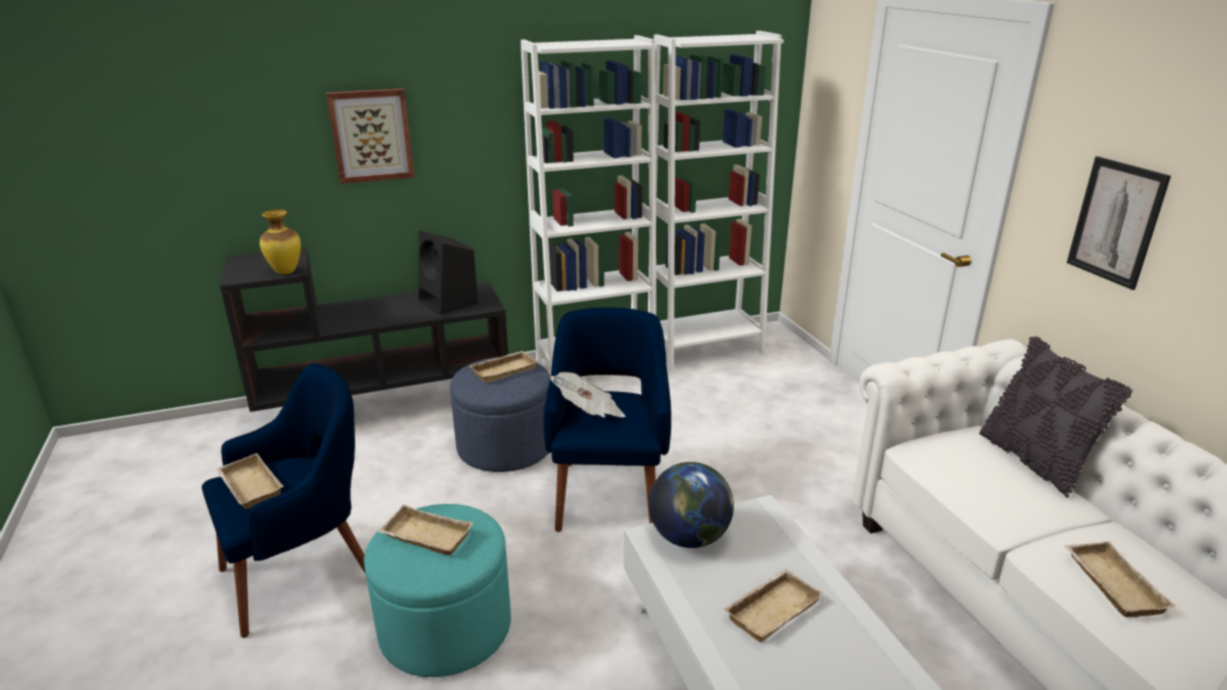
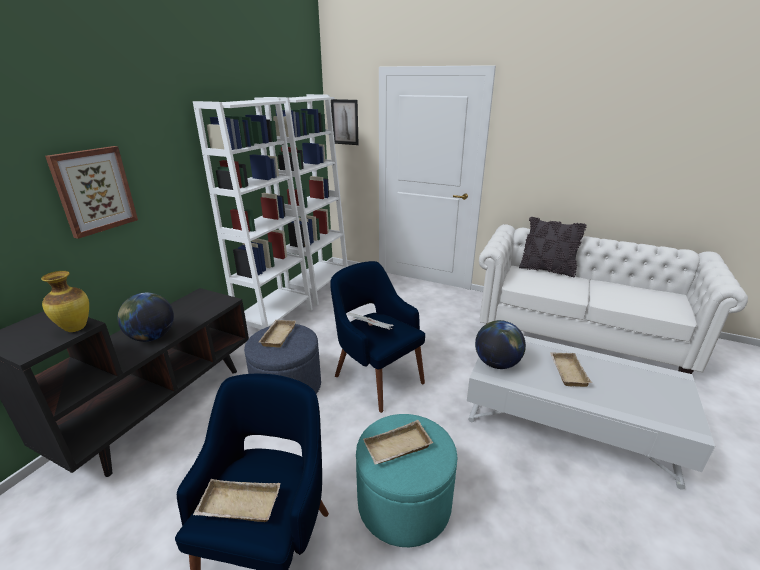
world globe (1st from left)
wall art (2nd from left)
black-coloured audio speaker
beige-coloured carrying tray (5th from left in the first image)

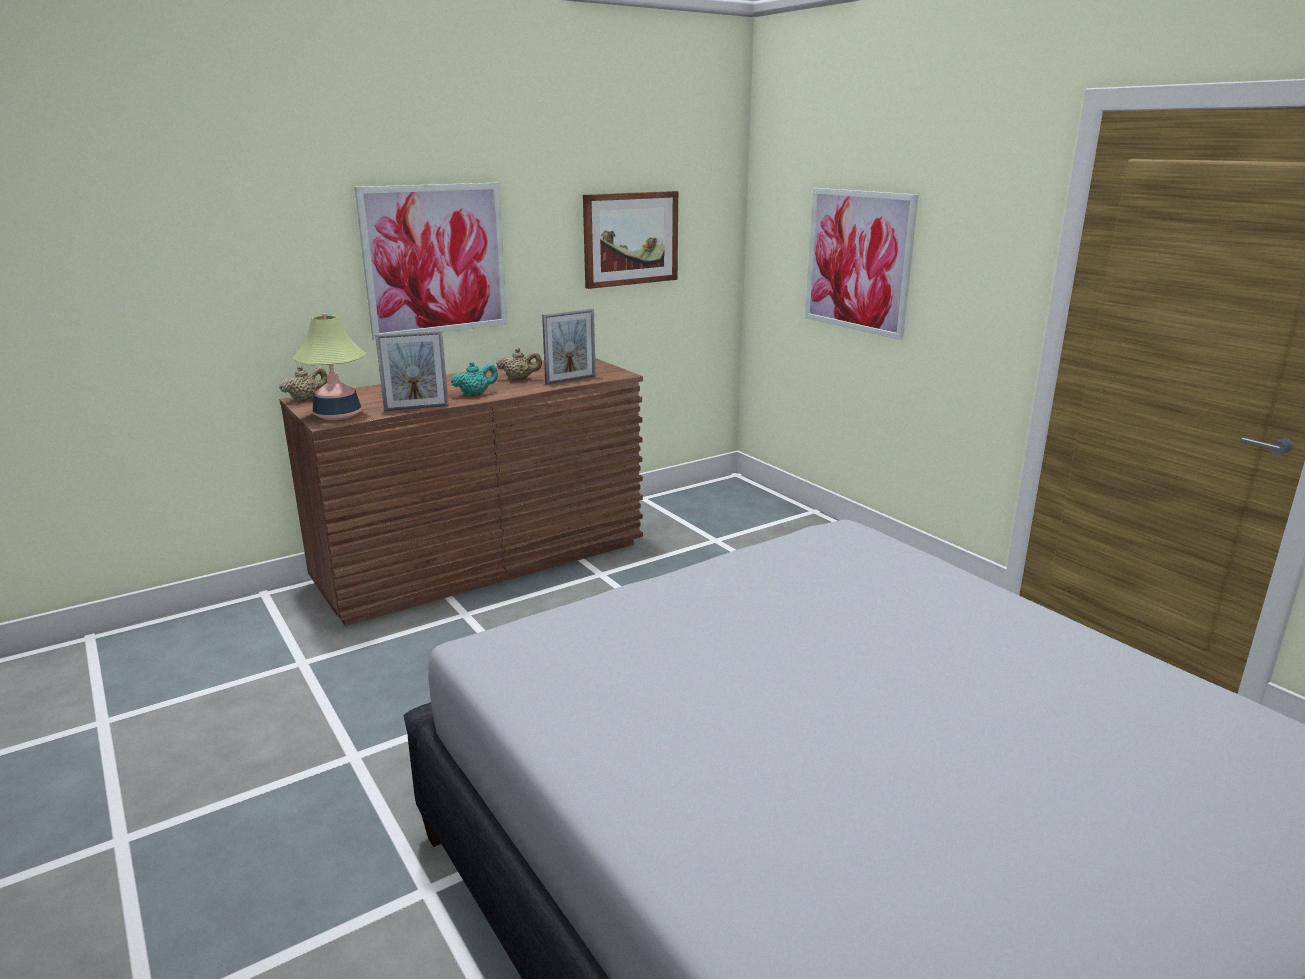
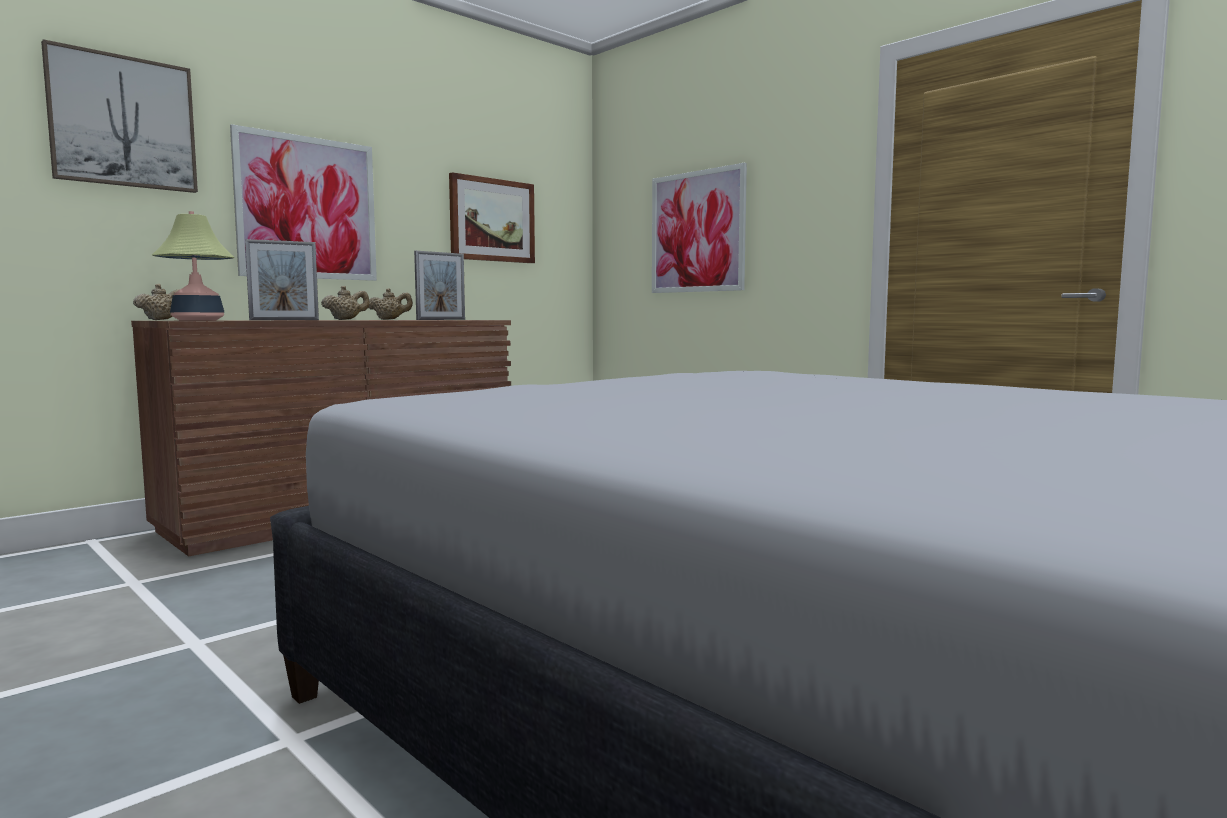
wall art (1st from left)
beige-coloured tea pot (2nd from left)

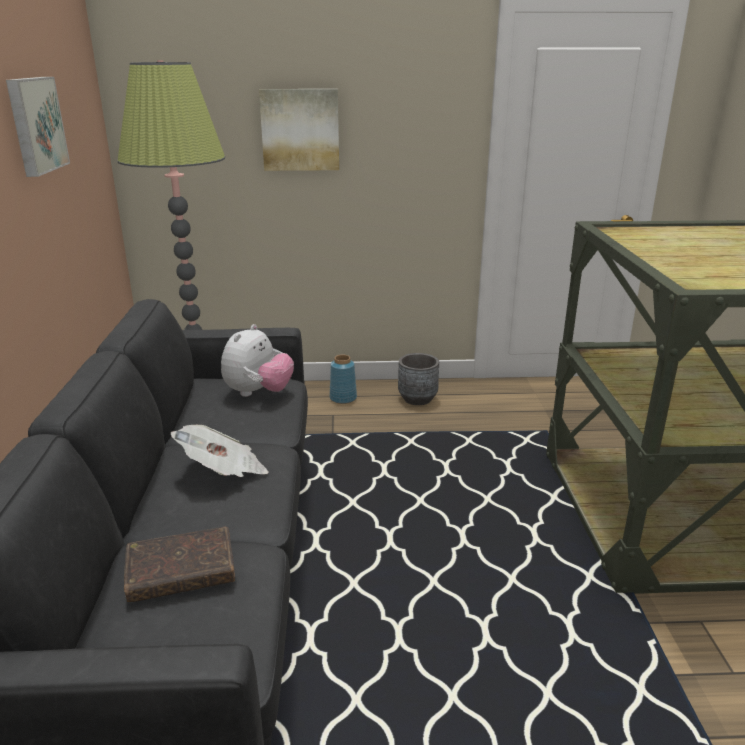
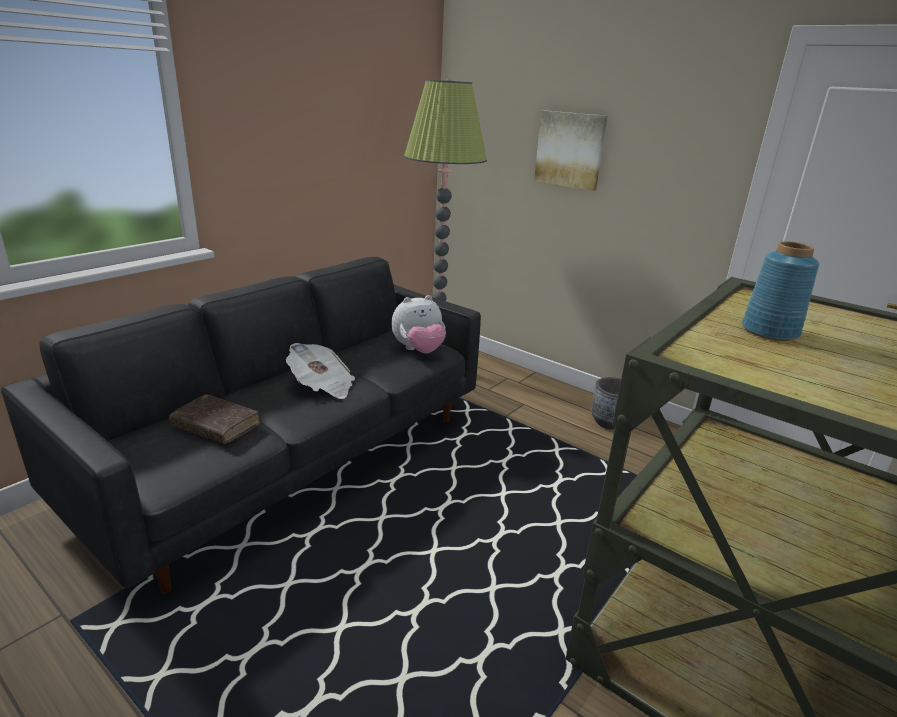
bluish decorative vase
wall art (1st from left in the first image)

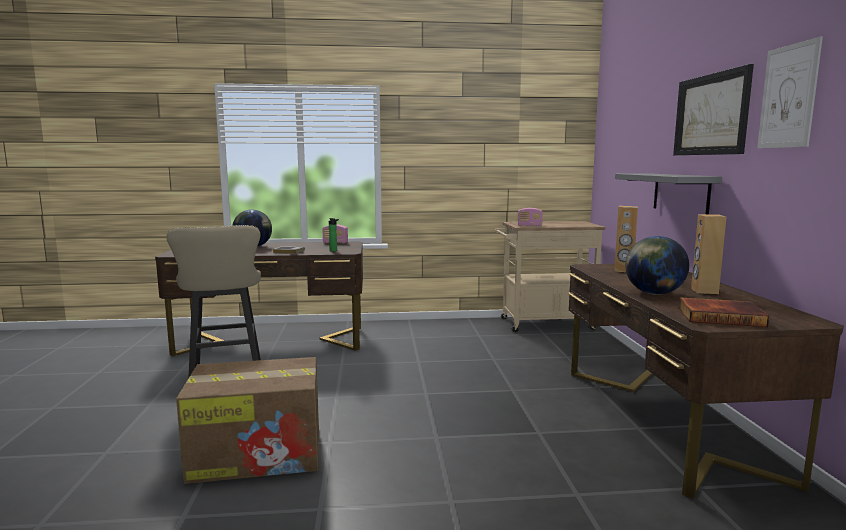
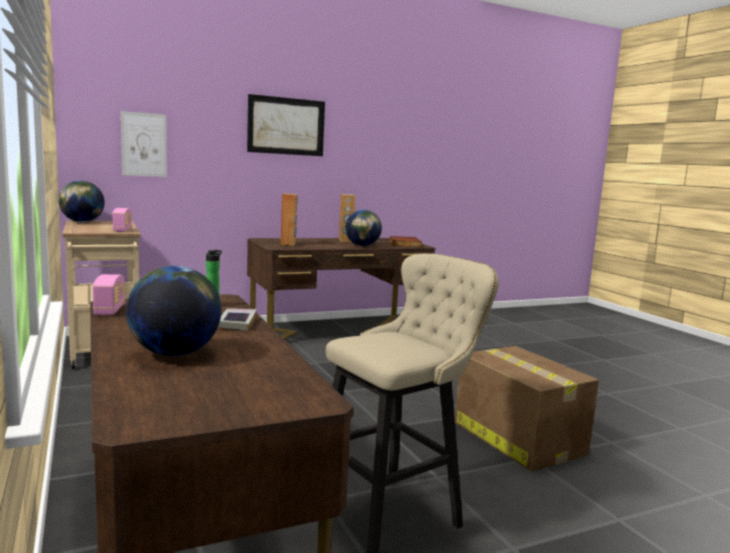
world globe (1st from left)
wall art (1st from left)
grey wall shelf

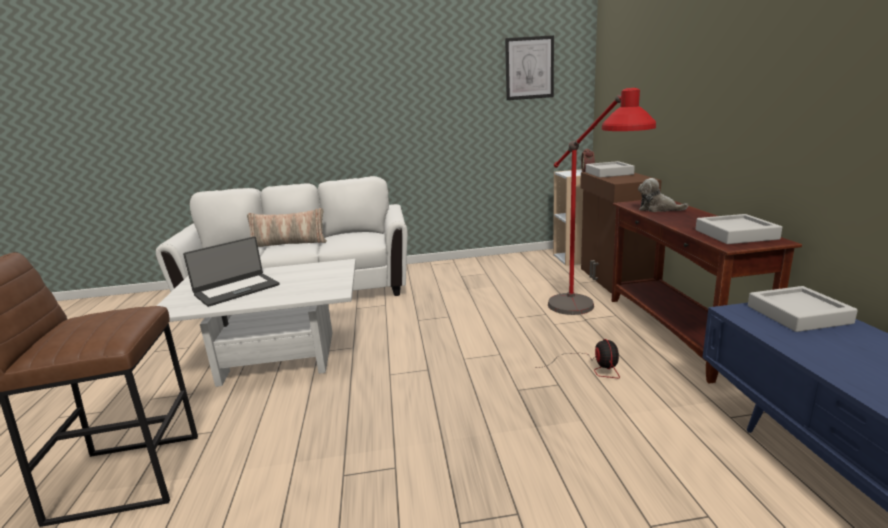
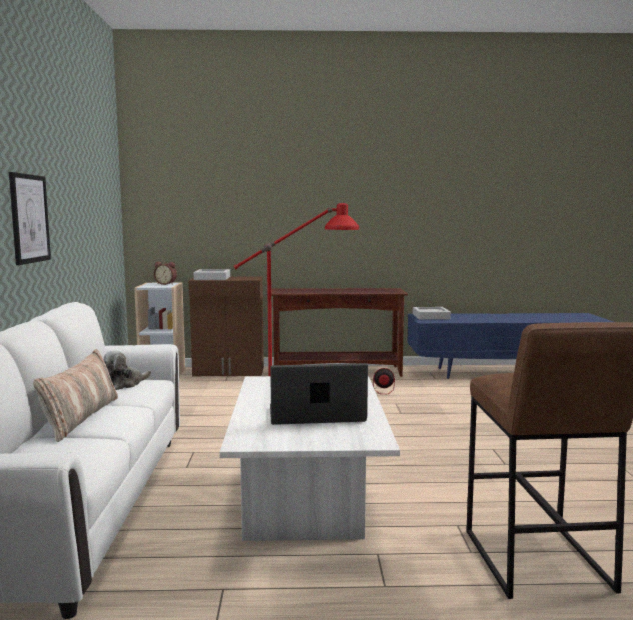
wall art
cuddly toy
notebook computer
grey carrying tray (2nd from left in the first image)

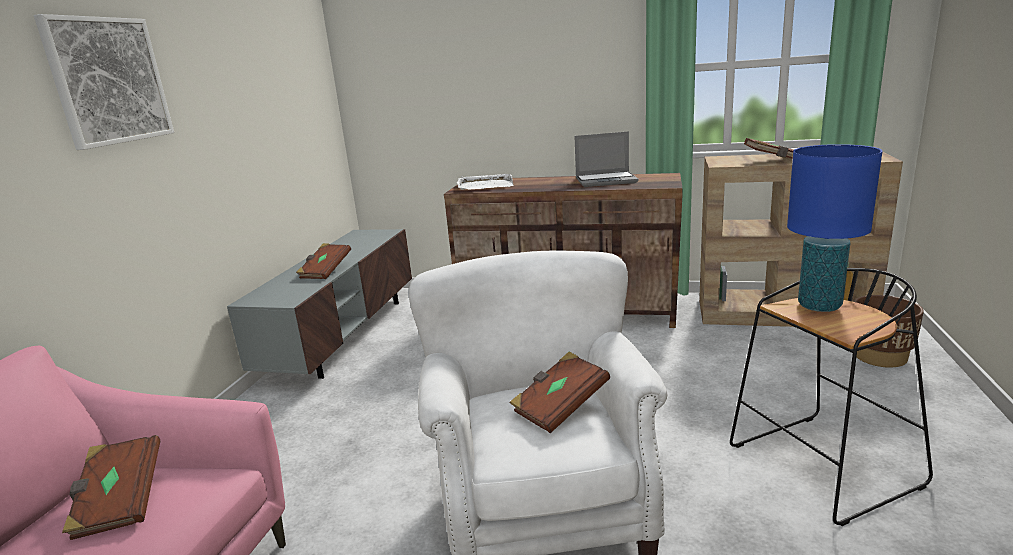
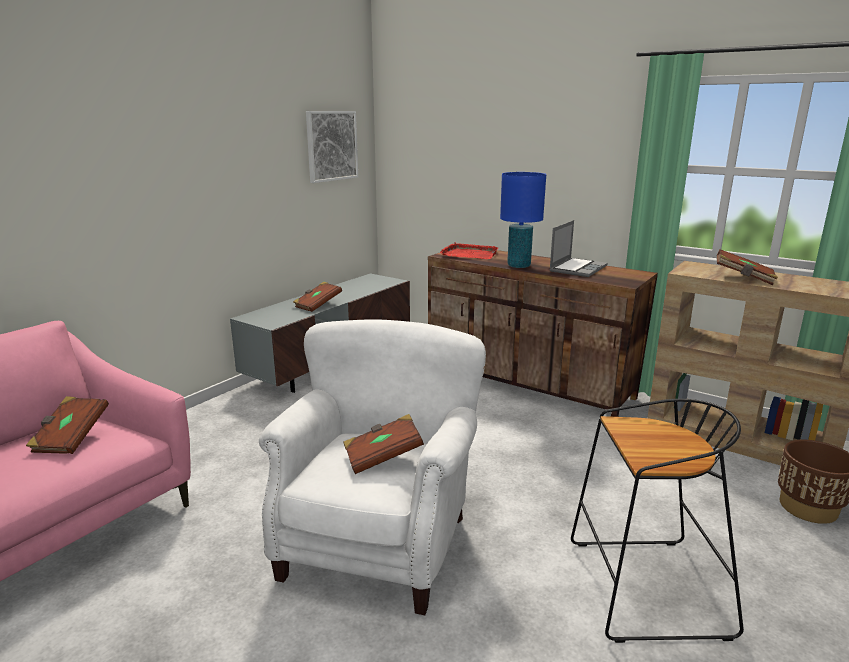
wall art
red-coloured carrying tray
bluish table lamp
notebook computer

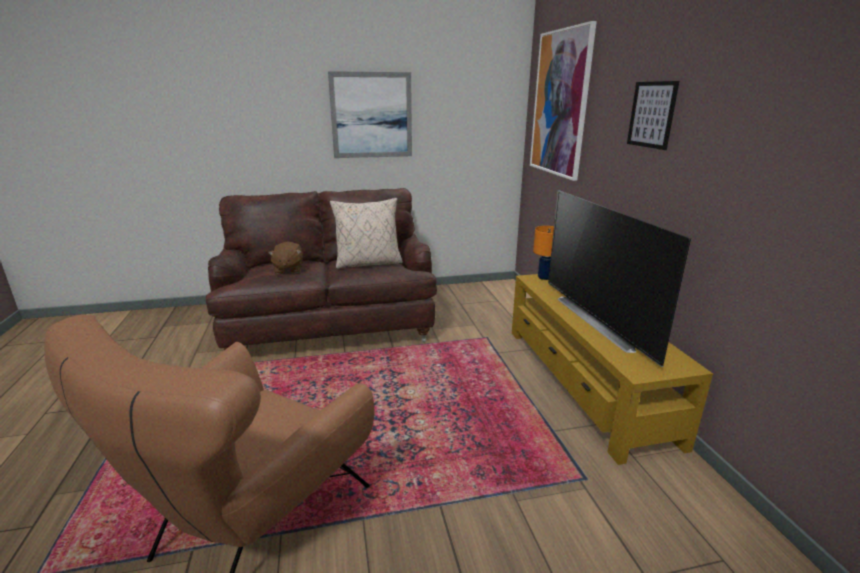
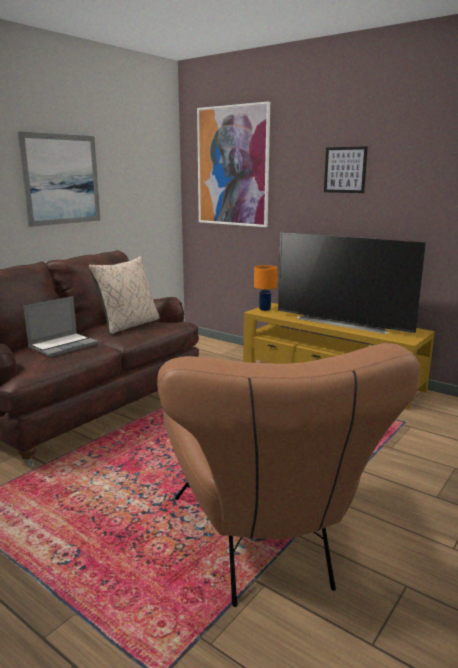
notebook computer

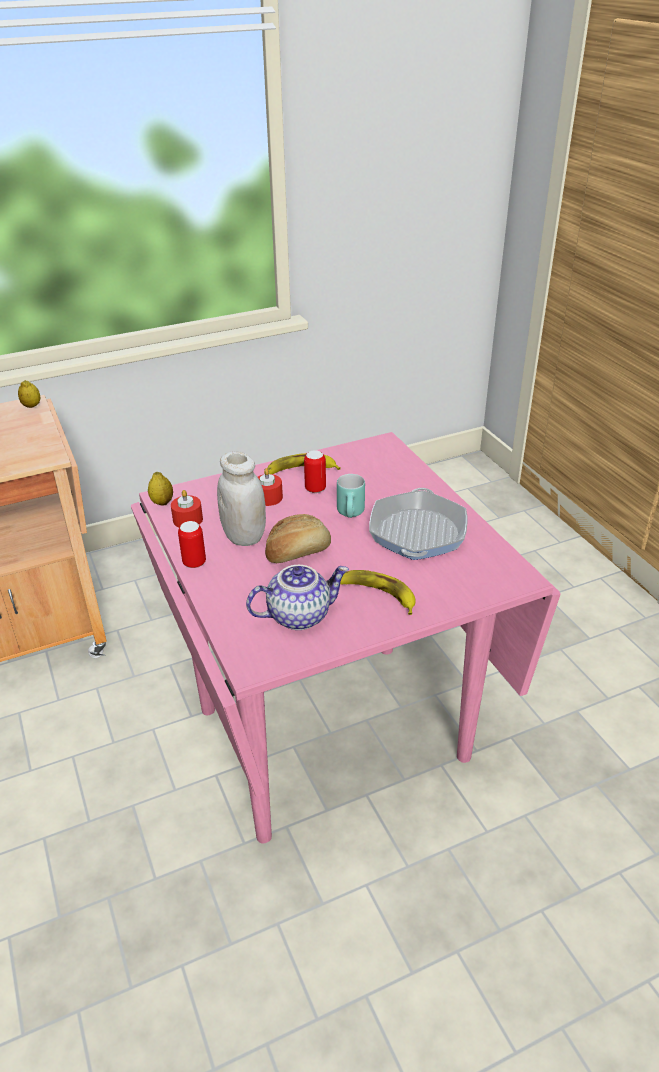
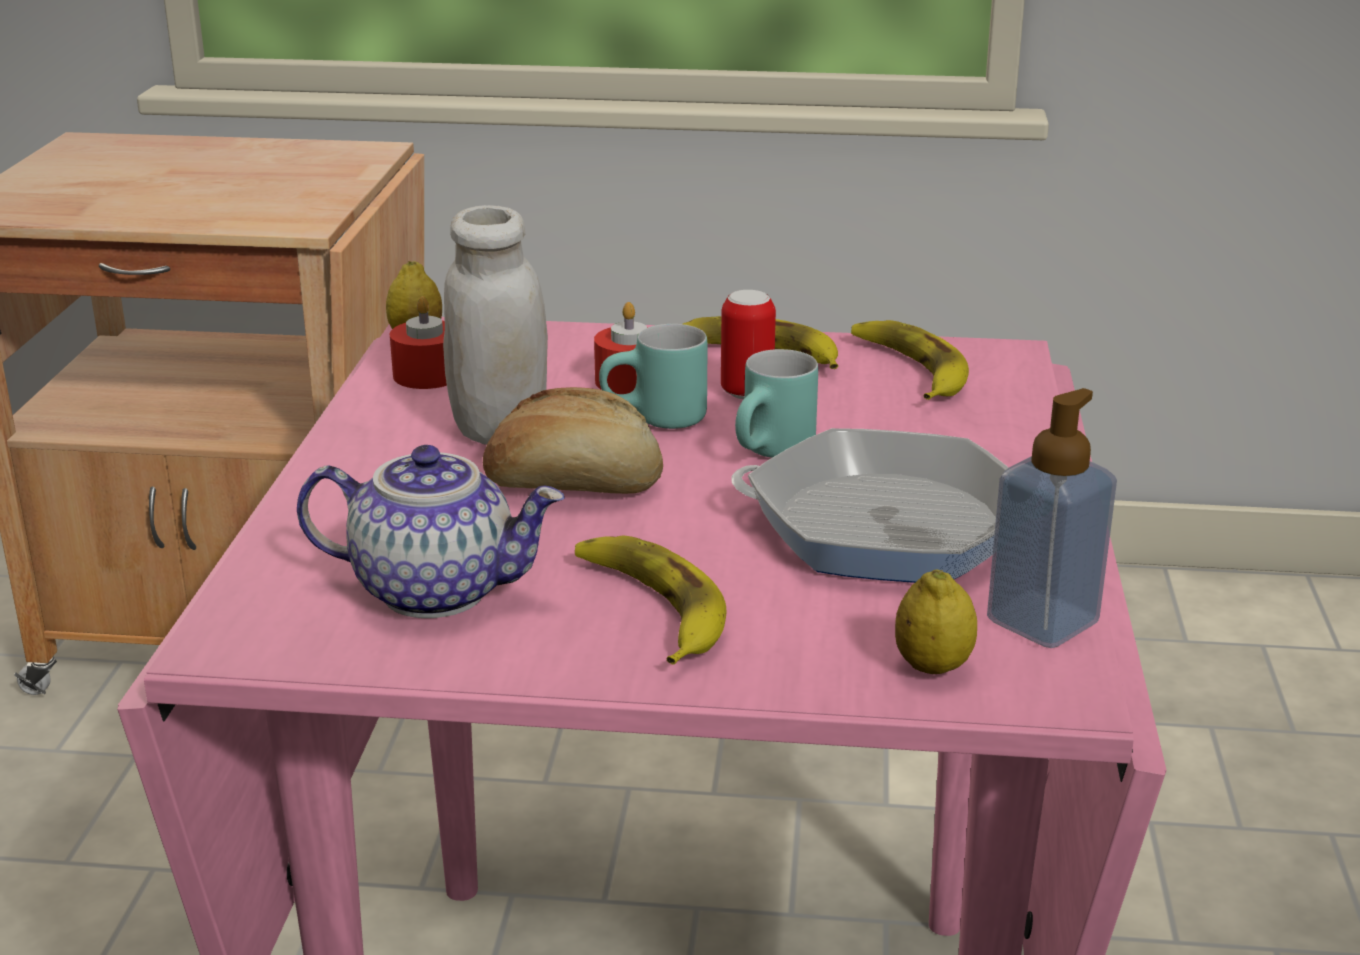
blue-green coffee mug (1st from left)
skillet
banana fruit (3rd from left)
citrus fruit (2nd from left)
soap bottle
sealed can (1st from left in the first image)

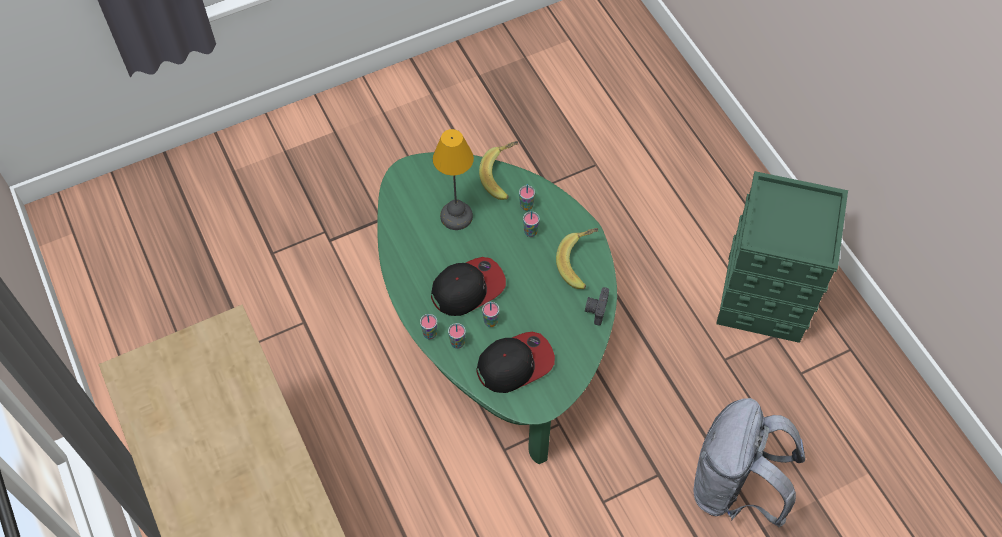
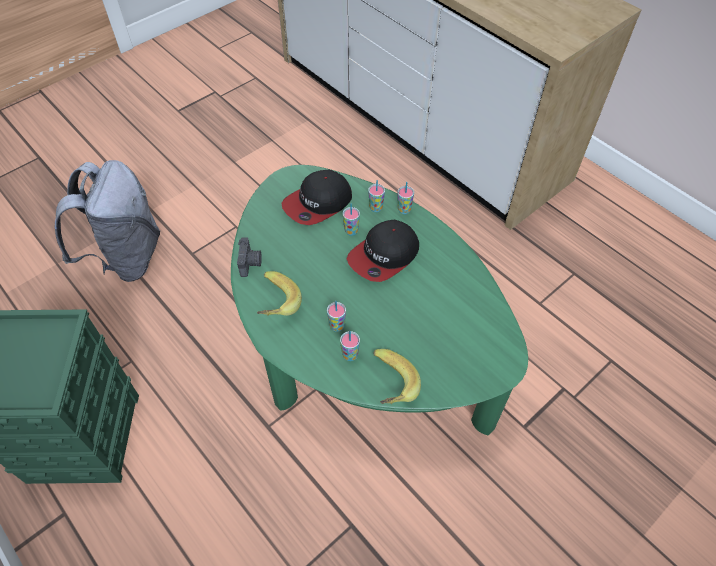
table lamp

